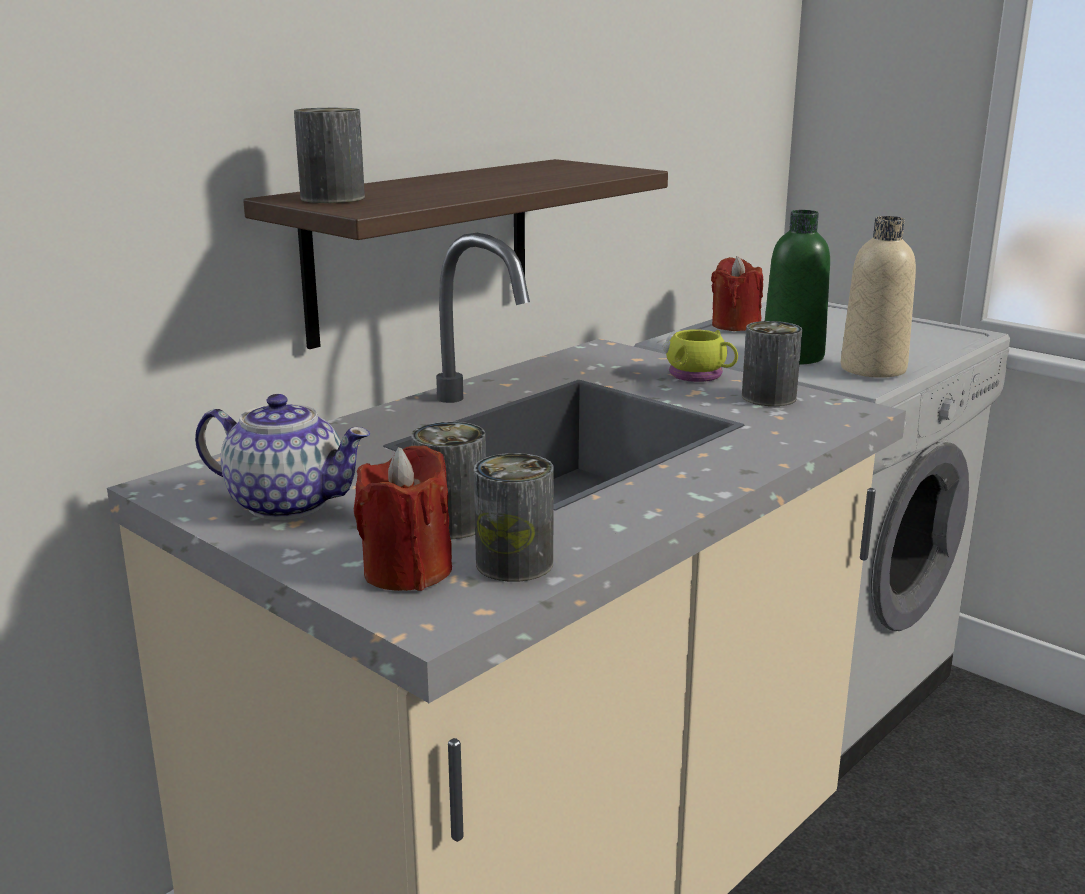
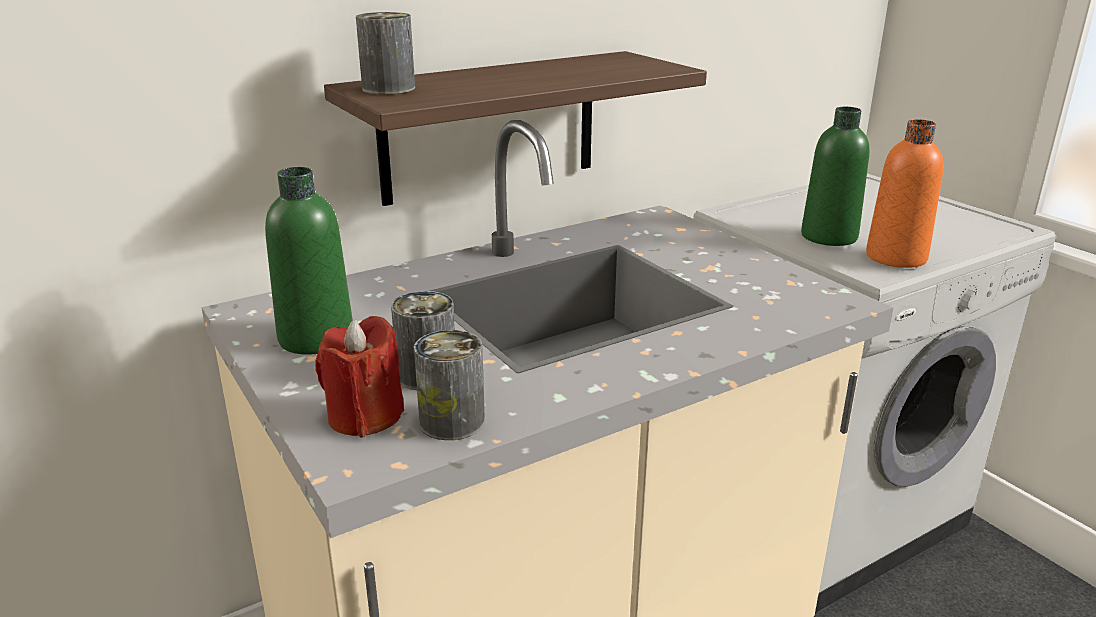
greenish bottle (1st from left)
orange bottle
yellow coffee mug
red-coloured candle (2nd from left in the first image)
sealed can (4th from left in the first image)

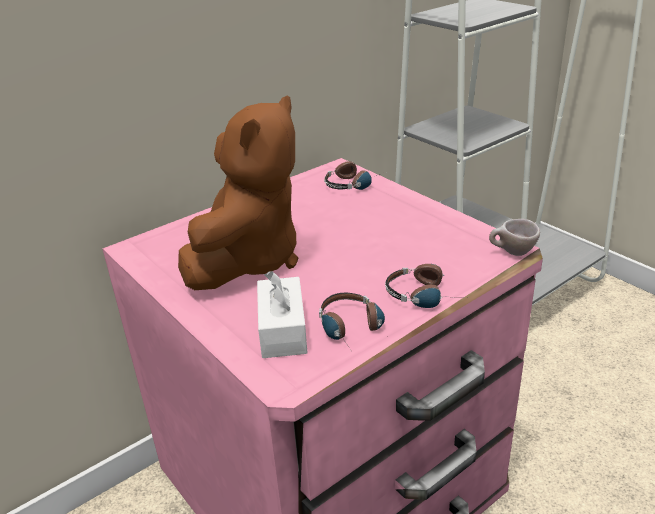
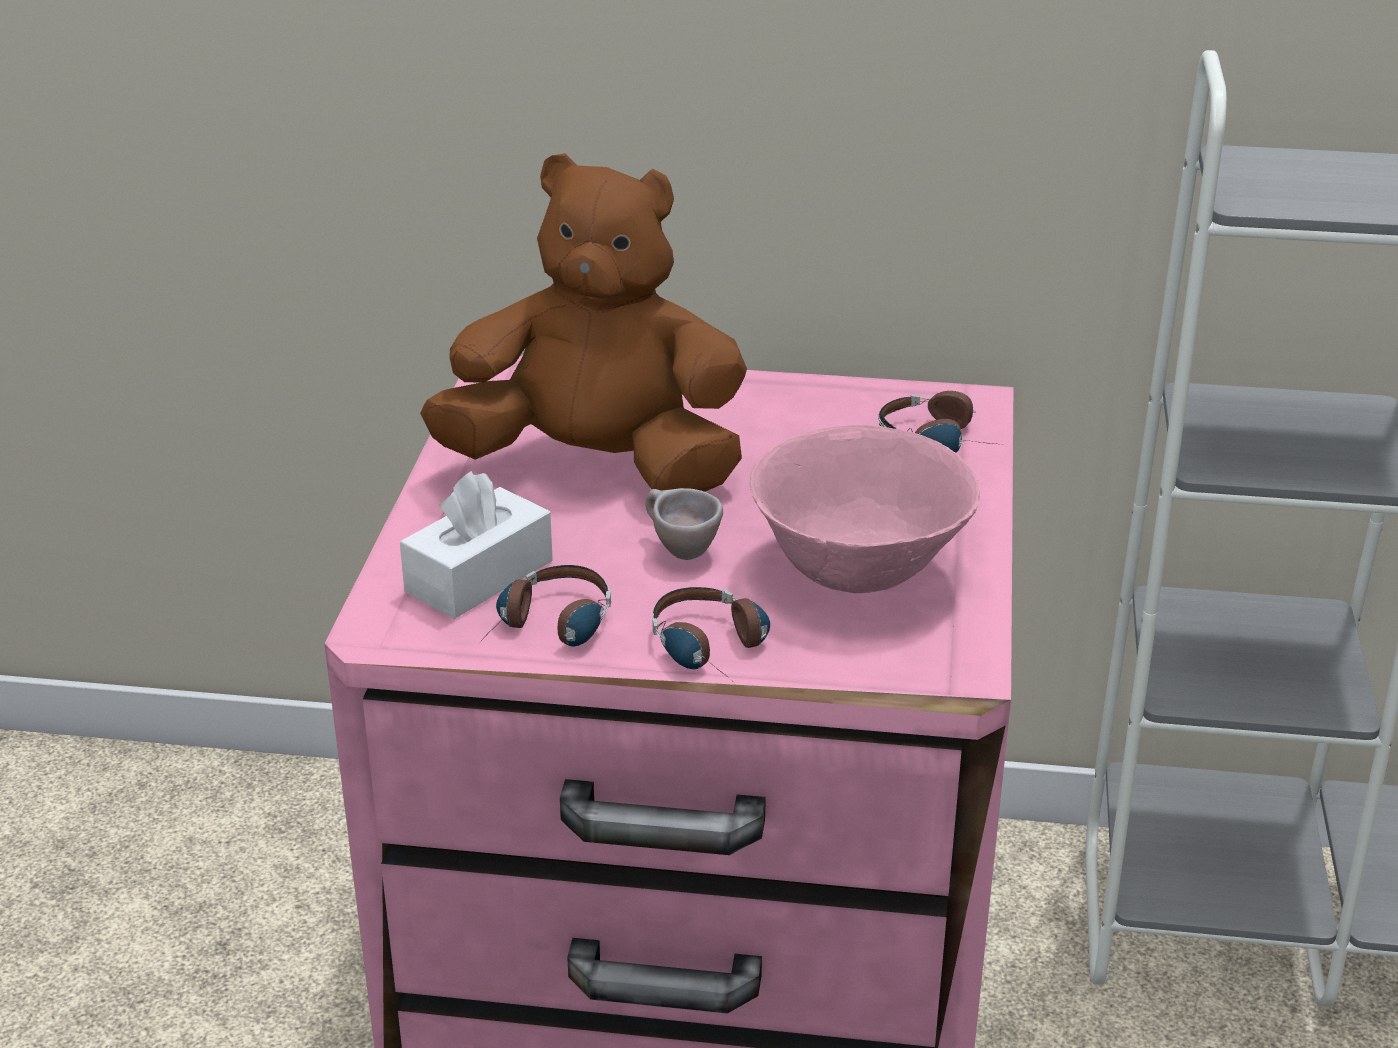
brown cuddly toy
beige-coloured drinking cup
pink-coloured bowl

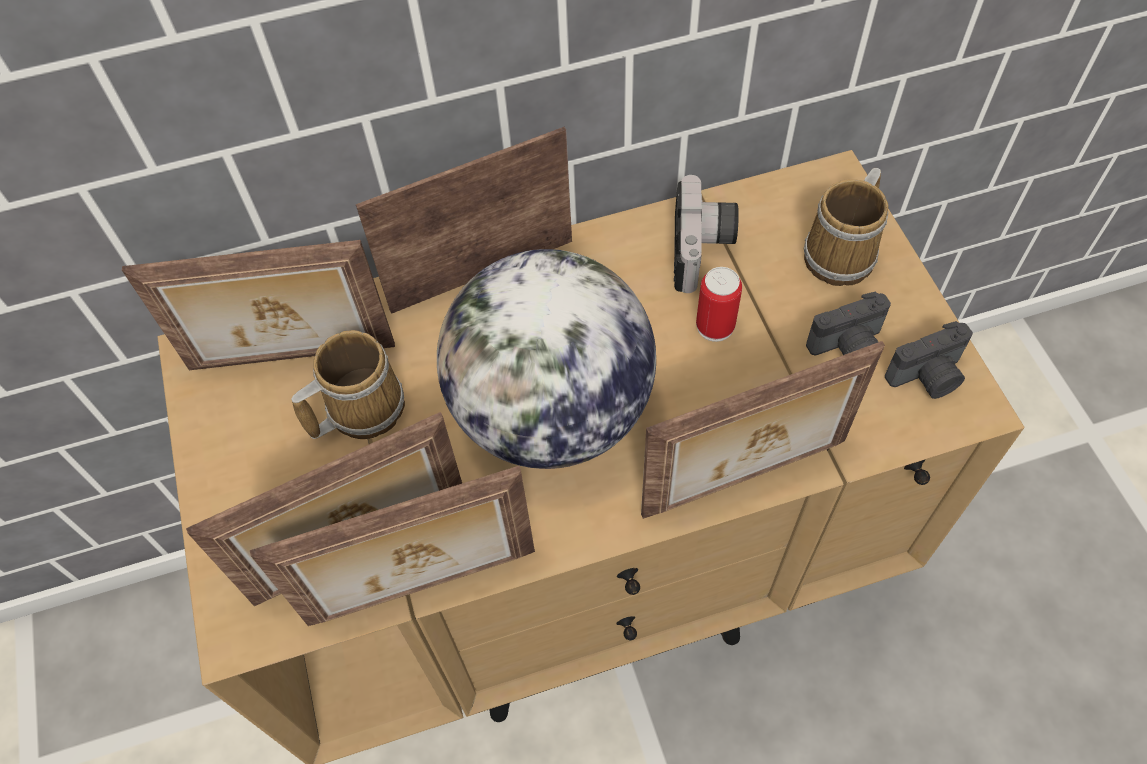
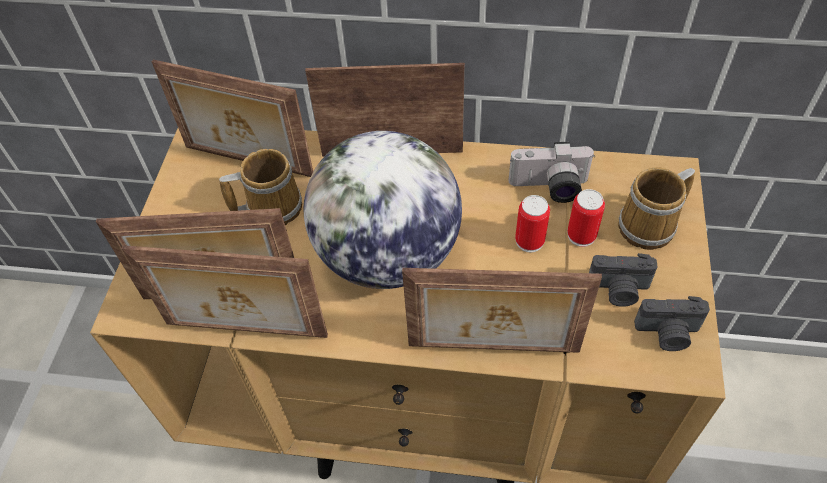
still camera (1st from left)
sealed can (2nd from left)

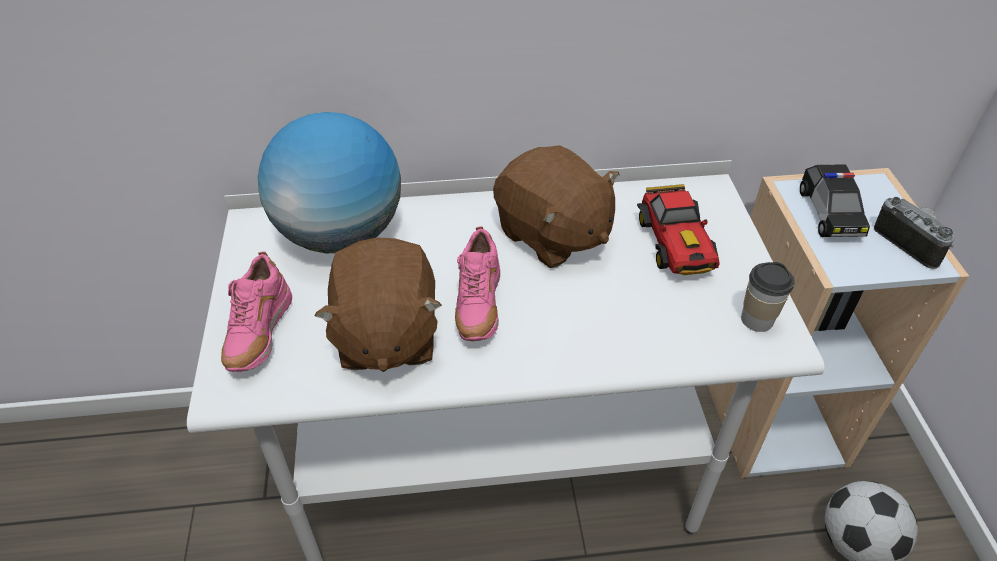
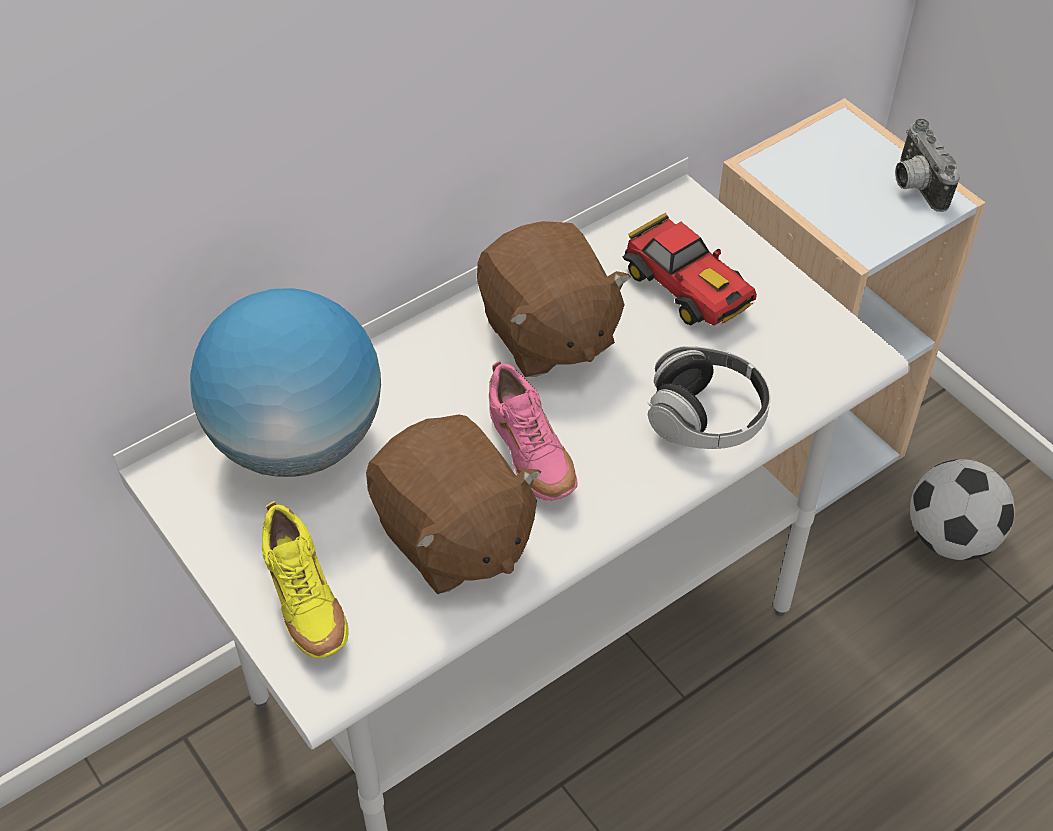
yellow shoe
brown cuddly toy (2nd from left)
pair of headphones
still camera
drinking cup
model car (2nd from left in the first image)

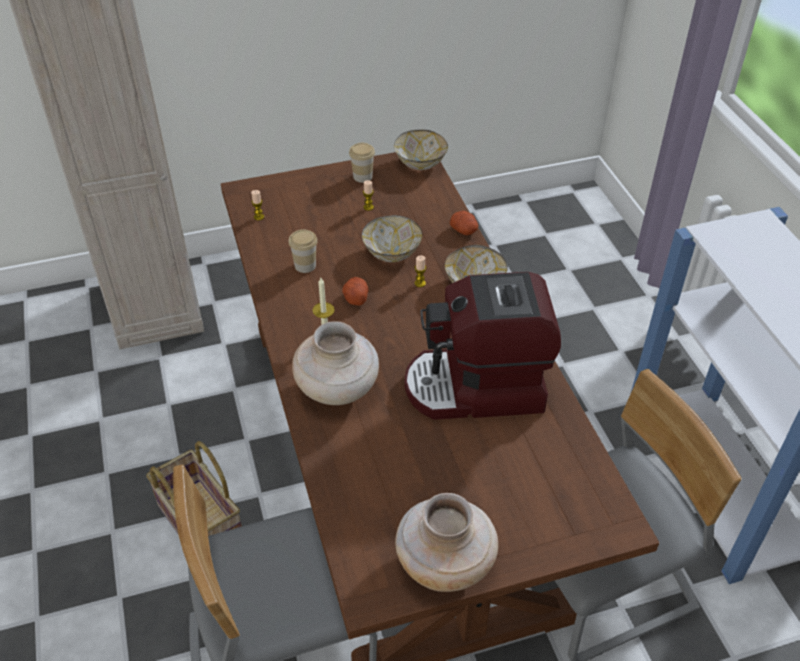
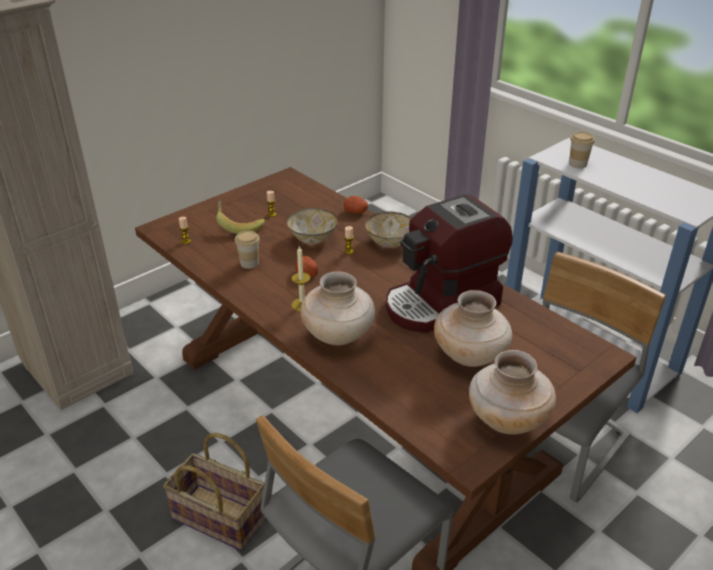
banana fruit
beige-coloured decorative vase (2nd from left)
drinking cup (2nd from left)
bowl (2nd from left in the first image)

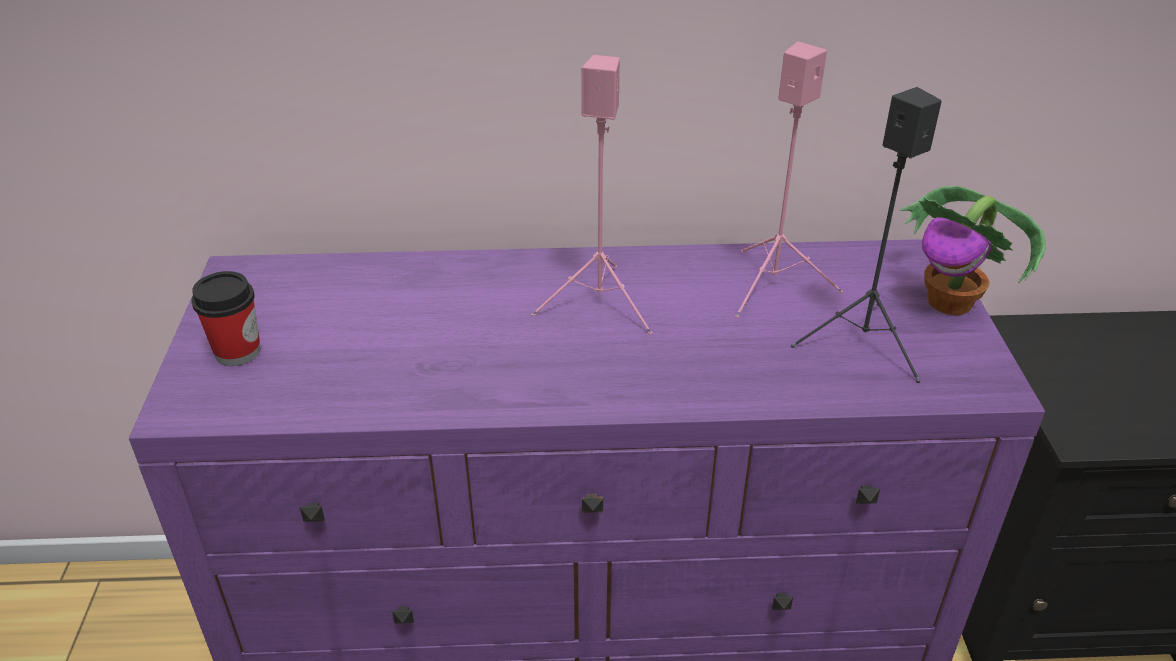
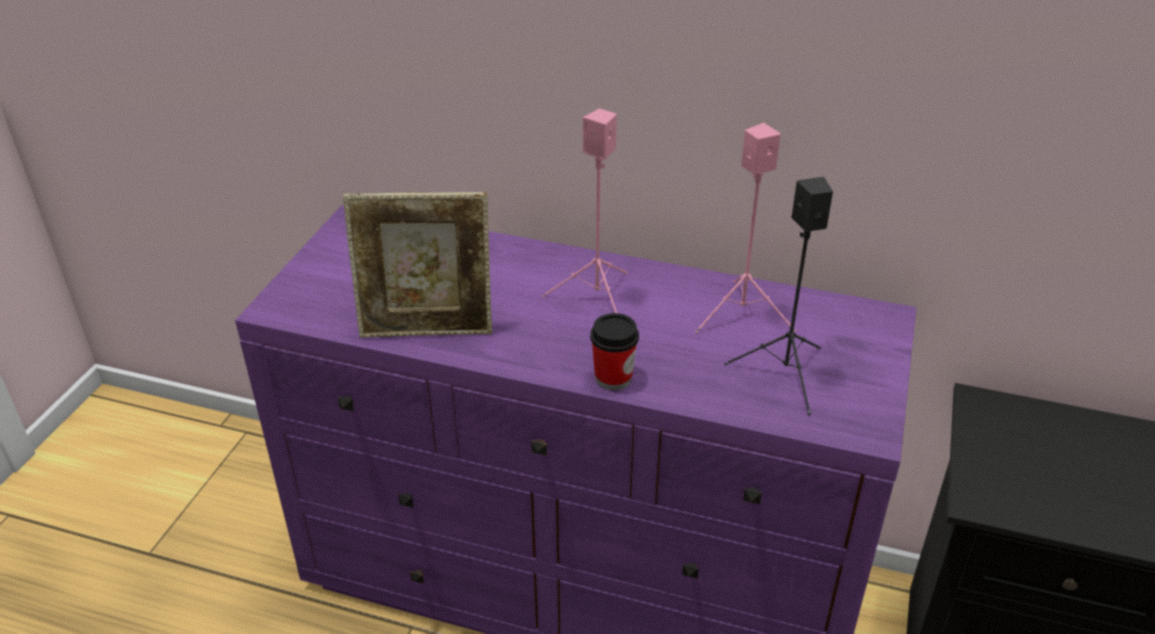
picture frame
drinking cup
potted plant

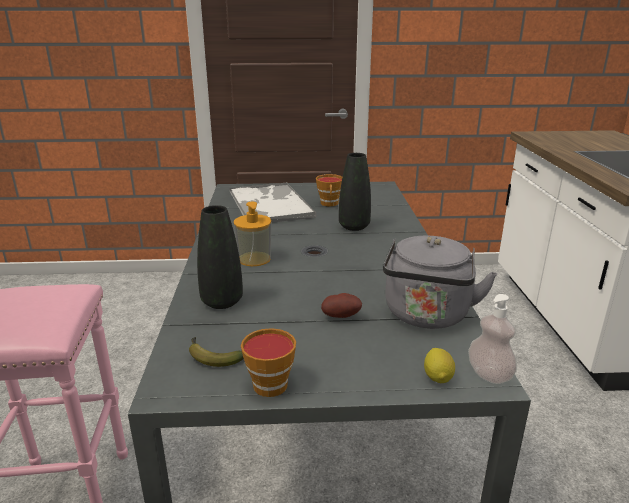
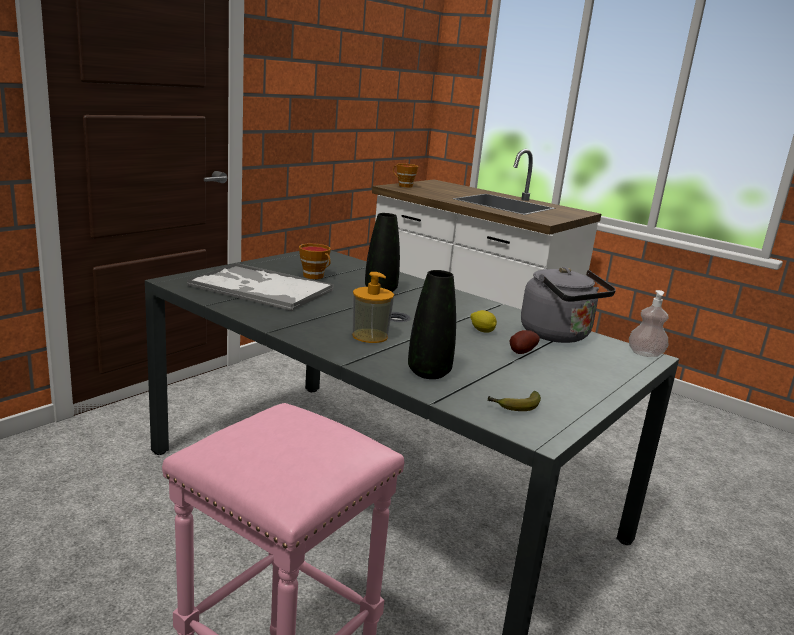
drinking cup (2nd from left)
citrus fruit

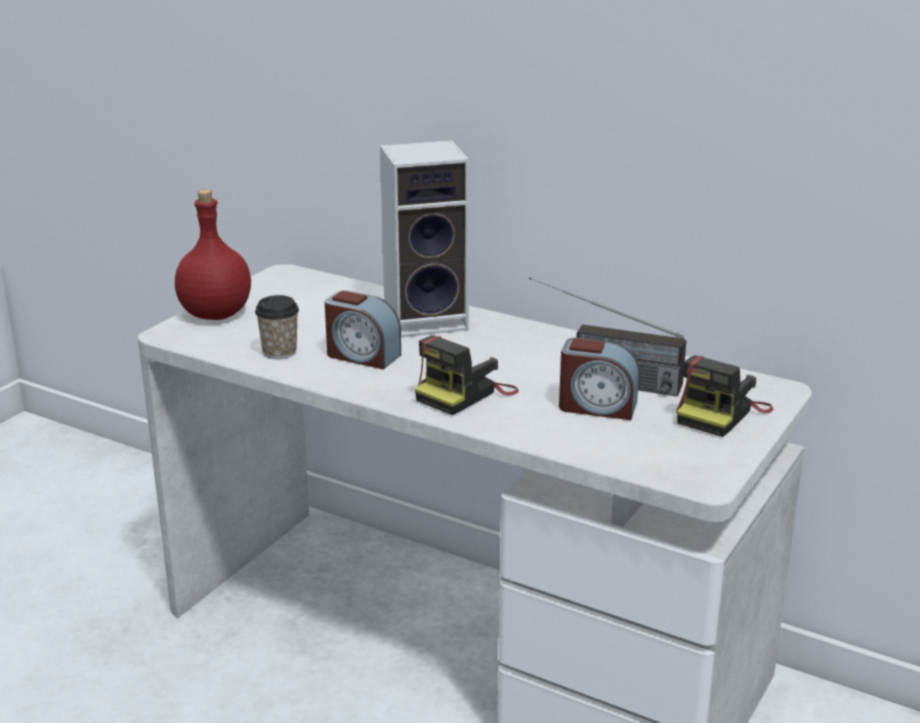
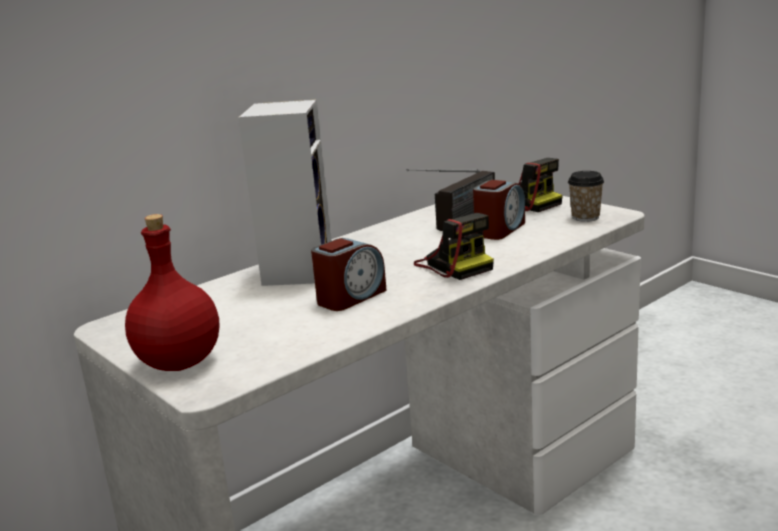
drinking cup

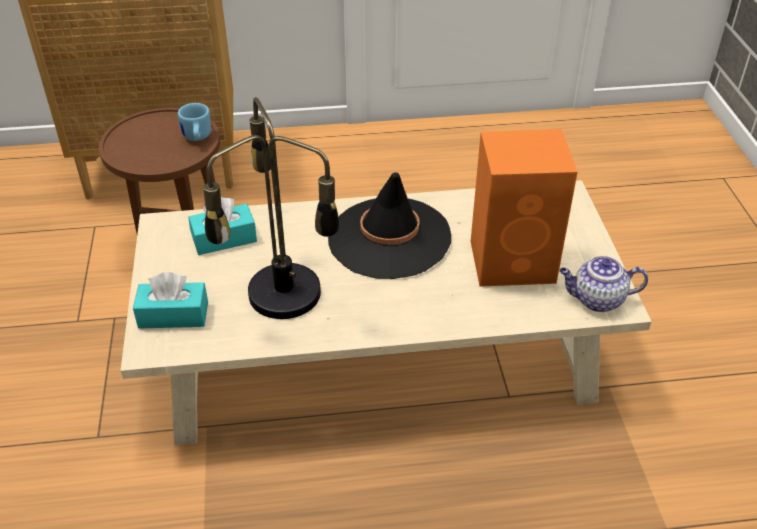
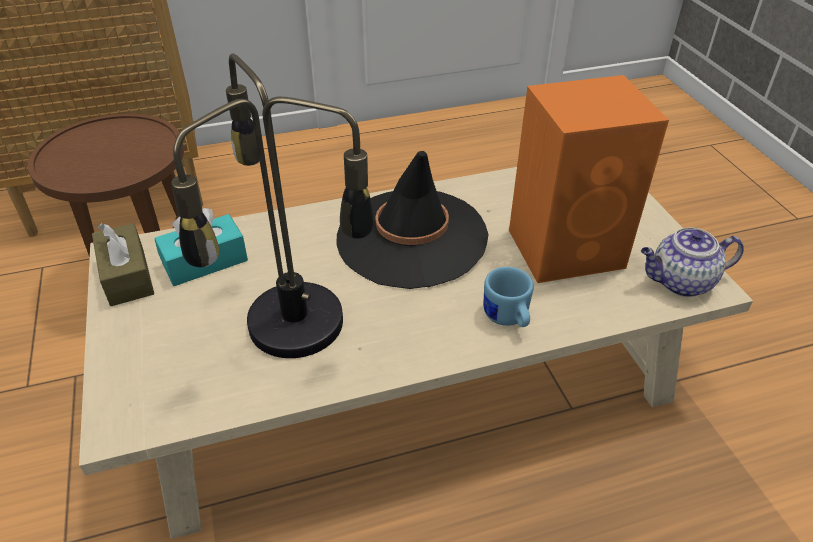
brown tissue box
bluish coffee mug
blue-green tissue box (1st from left in the first image)

